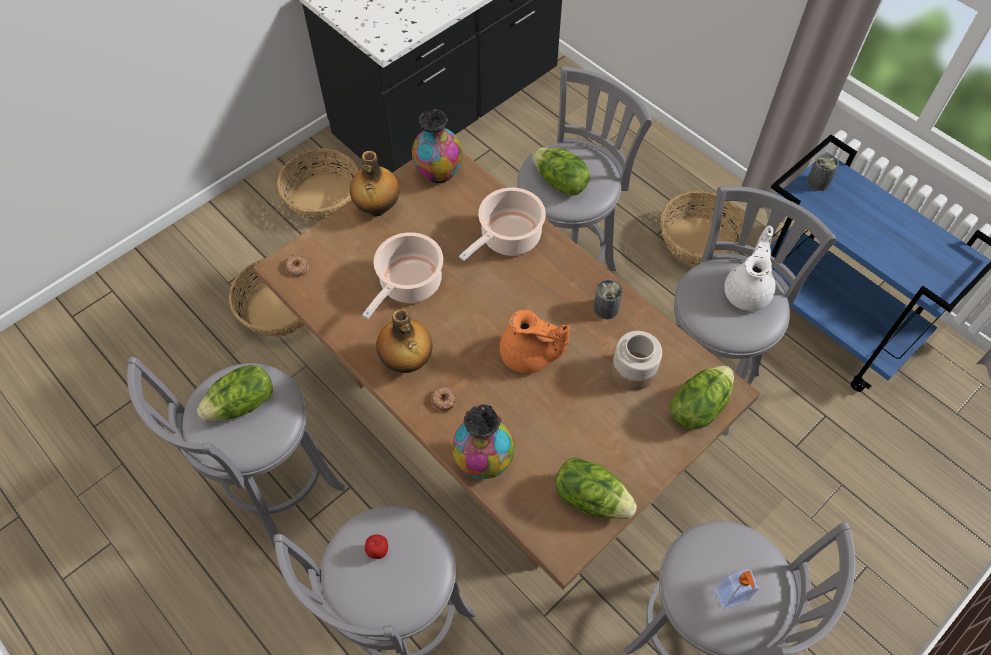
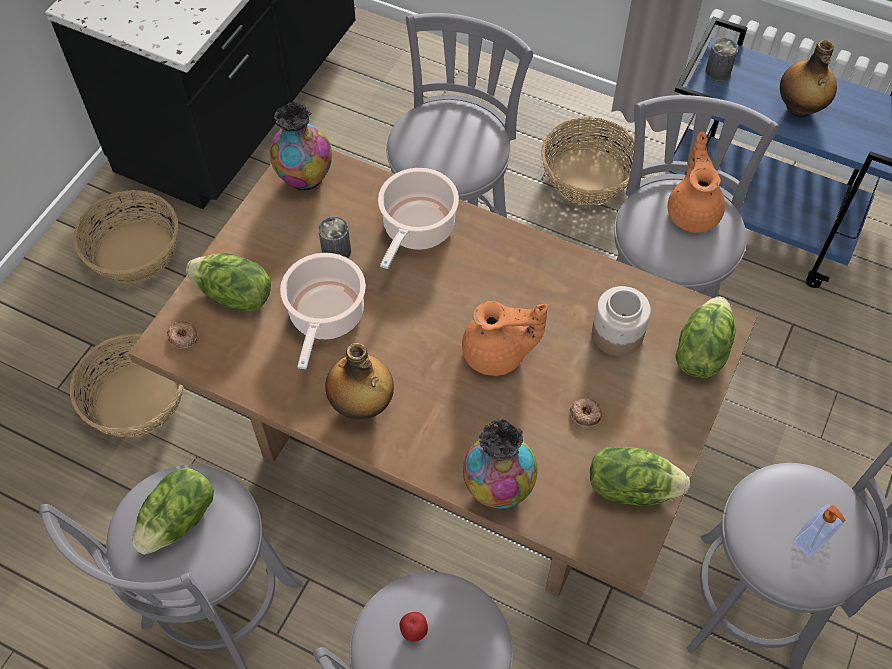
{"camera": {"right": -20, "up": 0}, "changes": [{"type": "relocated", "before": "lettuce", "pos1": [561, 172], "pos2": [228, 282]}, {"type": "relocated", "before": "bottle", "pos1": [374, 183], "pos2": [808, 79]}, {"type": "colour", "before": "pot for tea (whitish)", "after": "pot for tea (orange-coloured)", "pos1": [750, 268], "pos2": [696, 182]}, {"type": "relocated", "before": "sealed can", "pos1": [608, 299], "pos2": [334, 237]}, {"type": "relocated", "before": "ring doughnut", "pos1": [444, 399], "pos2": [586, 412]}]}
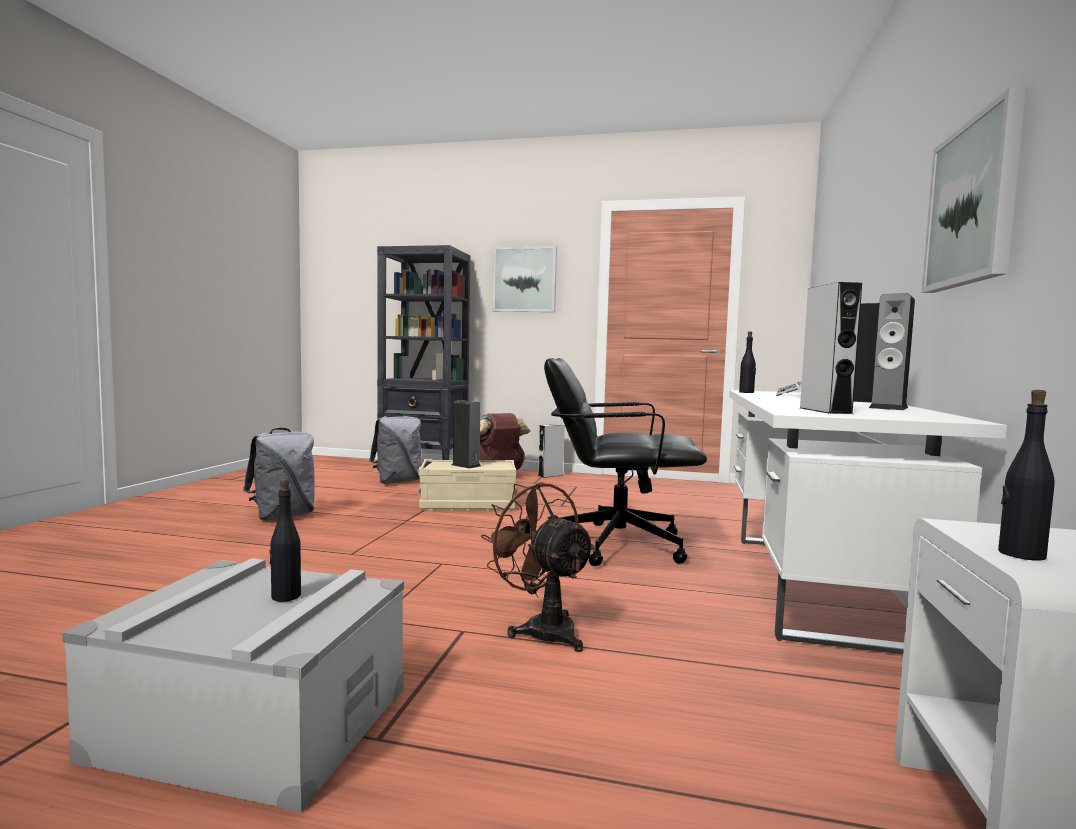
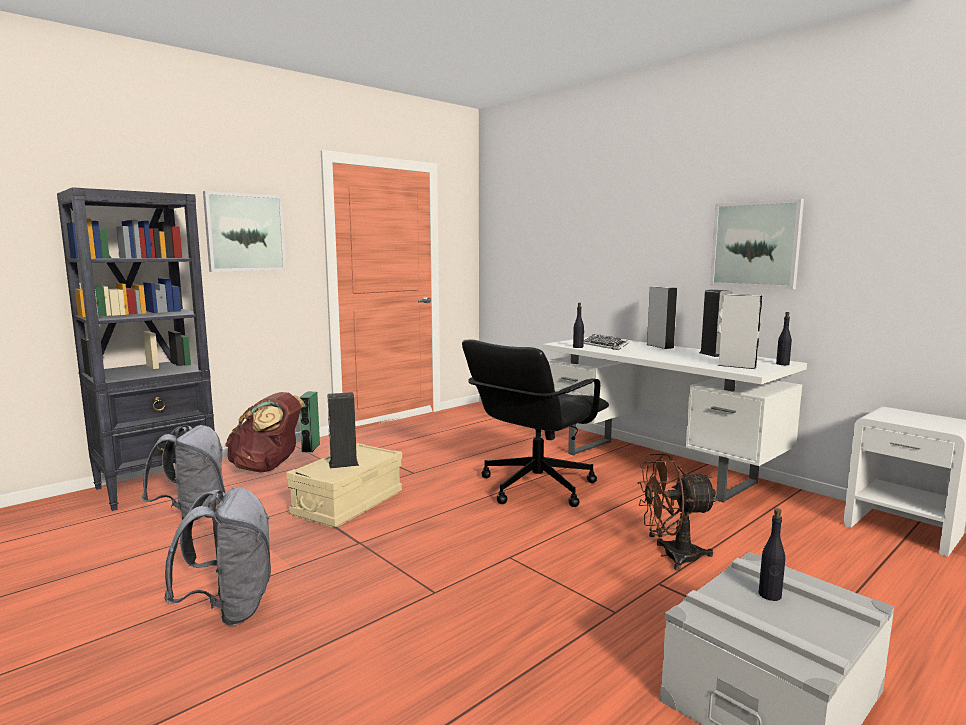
{"camera": {"right": -55, "up": 5}, "changes": [{"type": "relocated", "before": "bottle (black)", "pos1": [1026, 475], "pos2": [784, 338]}, {"type": "colour", "before": "speaker (greyish)", "after": "speaker (green)", "pos1": [551, 451], "pos2": [310, 422]}]}
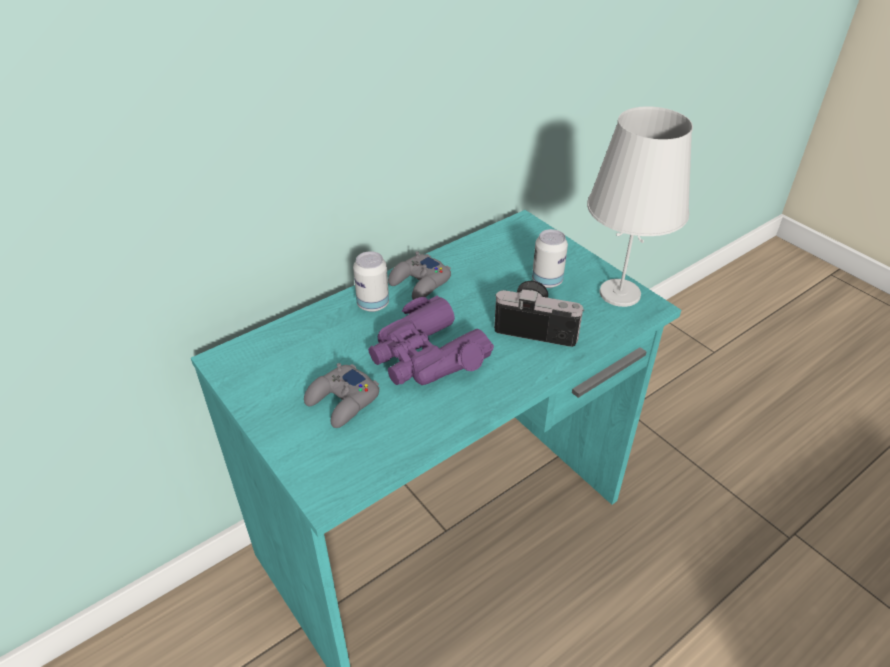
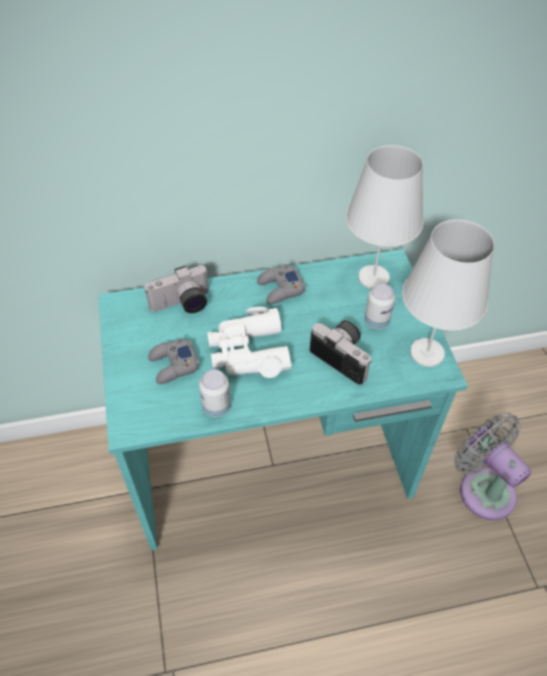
{"camera": {"right": 25, "up": 10}, "changes": [{"type": "relocated", "before": "sealed can", "pos1": [371, 281], "pos2": [215, 393]}, {"type": "colour", "before": "pair of binoculars (purple-coloured)", "after": "pair of binoculars (whitish)", "pos1": [431, 340], "pos2": [249, 342]}, {"type": "appeared", "after": "lamp for a table (whitish)", "pos2": [384, 217]}, {"type": "appeared", "after": "photo camera", "pos2": [176, 289]}, {"type": "appeared", "after": "cooling fan (greyish)", "pos2": [492, 466]}]}
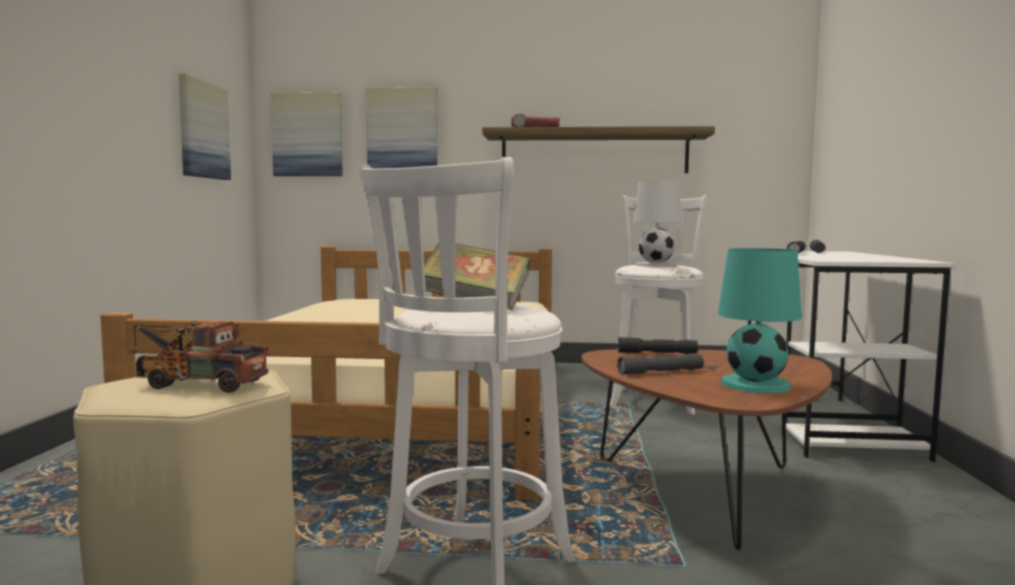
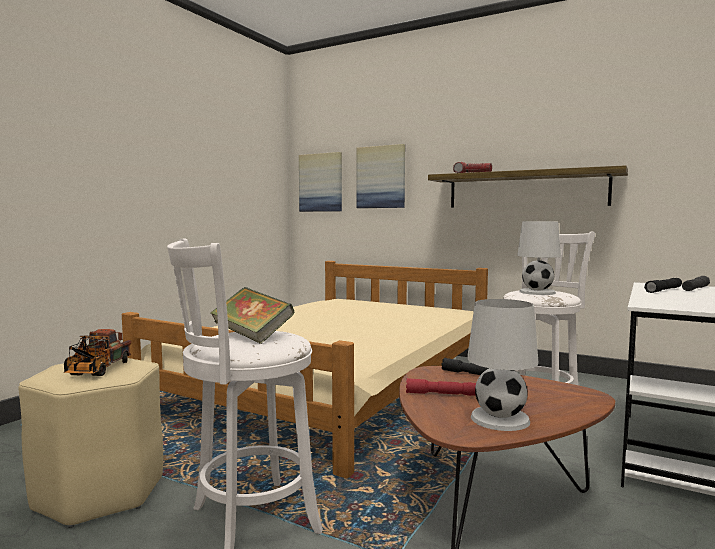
{"camera": {"right": 25, "up": 0}, "changes": [{"type": "missing", "before": "wall art", "pos1": [205, 126]}, {"type": "colour", "before": "lamp for a table (turquoise-coloured)", "after": "lamp for a table (whitish)", "pos1": [760, 320], "pos2": [503, 365]}, {"type": "spun", "before": "toy truck", "pos1": [200, 357], "pos2": [97, 352], "turn": -120}, {"type": "colour", "before": "flashlight (greyish)", "after": "flashlight (red-coloured)", "pos1": [660, 364], "pos2": [441, 387]}]}
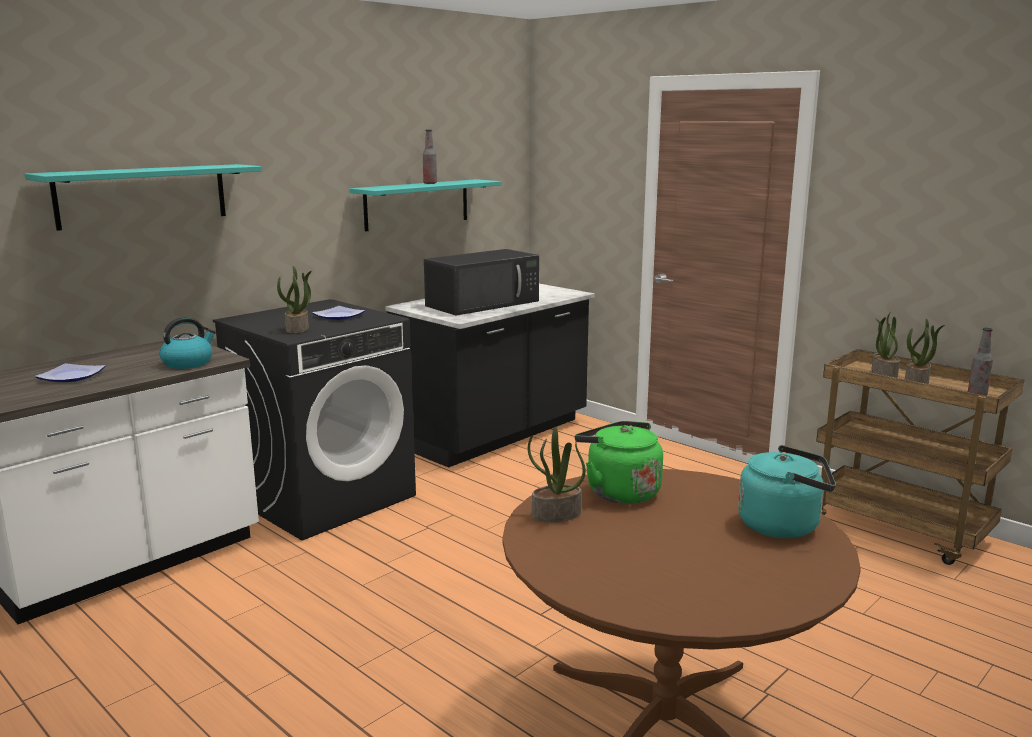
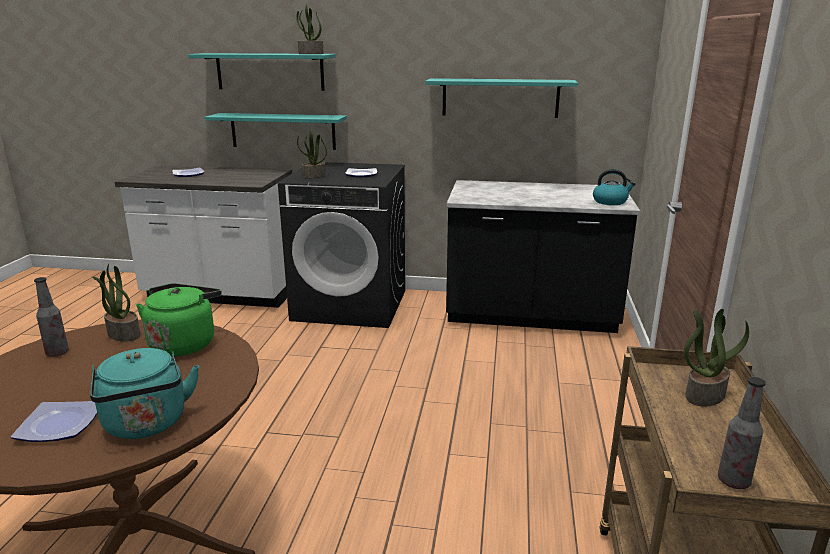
{"camera": {"right": 55, "up": 5}, "changes": [{"type": "relocated", "before": "bottle", "pos1": [430, 156], "pos2": [51, 317]}, {"type": "missing", "before": "microwave (black)", "pos1": [481, 282]}, {"type": "relocated", "before": "tea kettle", "pos1": [188, 343], "pos2": [614, 187]}, {"type": "relocated", "before": "plant in a pot", "pos1": [925, 351], "pos2": [310, 29]}, {"type": "appeared", "after": "bracket shelf (turquoise-coloured)", "pos2": [275, 131]}, {"type": "appeared", "after": "dinner plate", "pos2": [54, 421]}]}
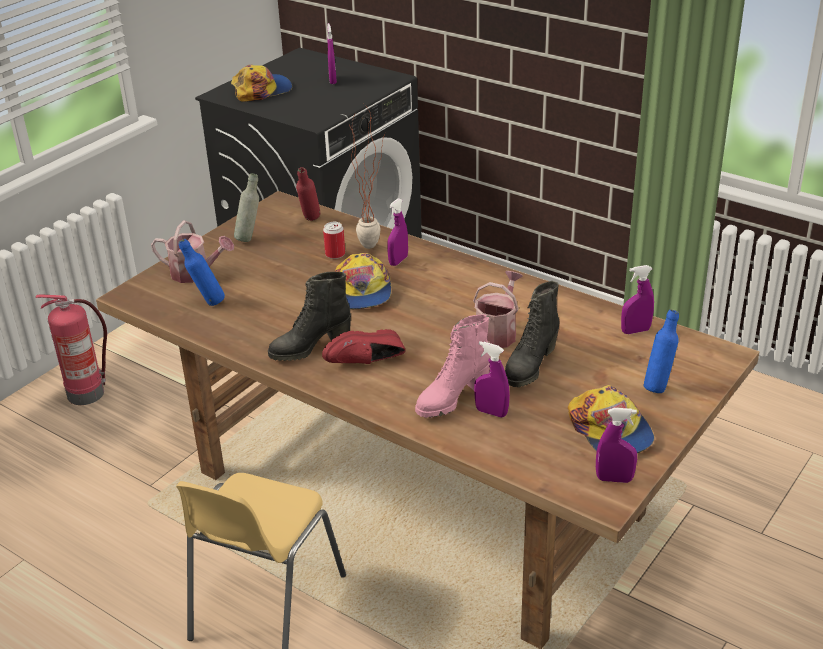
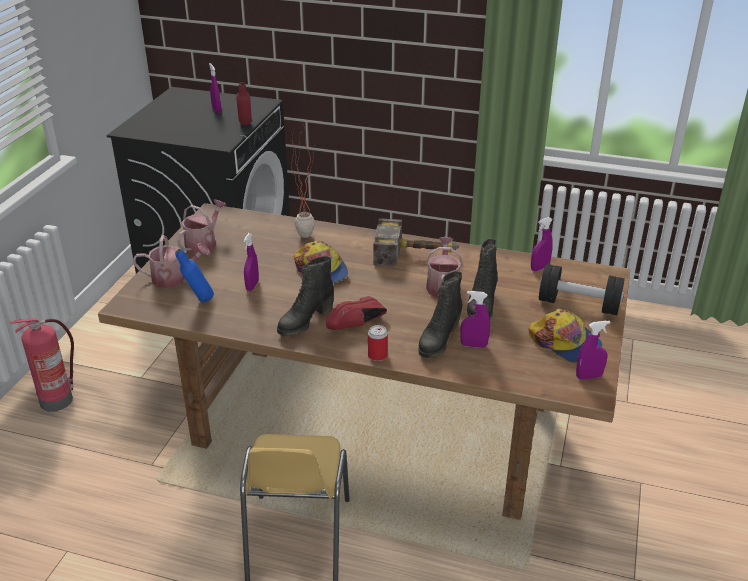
{"camera": {"right": -20, "up": 0}, "changes": [{"type": "missing", "before": "cap", "pos1": [261, 83]}, {"type": "relocated", "before": "bottle (red-coloured)", "pos1": [308, 194], "pos2": [244, 103]}, {"type": "exchanged", "before": "bottle (greyish)", "after": "sprinkling can", "pos1": [246, 207], "pos2": [201, 226]}, {"type": "relocated", "before": "hand sprayer (purple-coloured)", "pos1": [397, 232], "pos2": [251, 262]}, {"type": "relocated", "before": "sealed can", "pos1": [334, 240], "pos2": [378, 343]}, {"type": "exchanged", "before": "bottle (bluish)", "after": "dumbbell (black)", "pos1": [661, 351], "pos2": [582, 289]}, {"type": "colour", "before": "tall boot (pinkish)", "after": "tall boot (black)", "pos1": [453, 366], "pos2": [440, 314]}, {"type": "appeared", "after": "tool hammer", "pos2": [416, 242]}]}
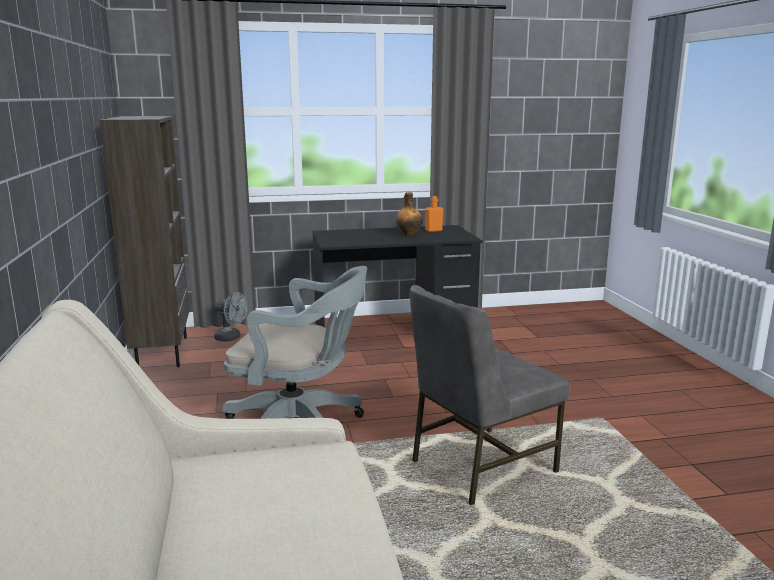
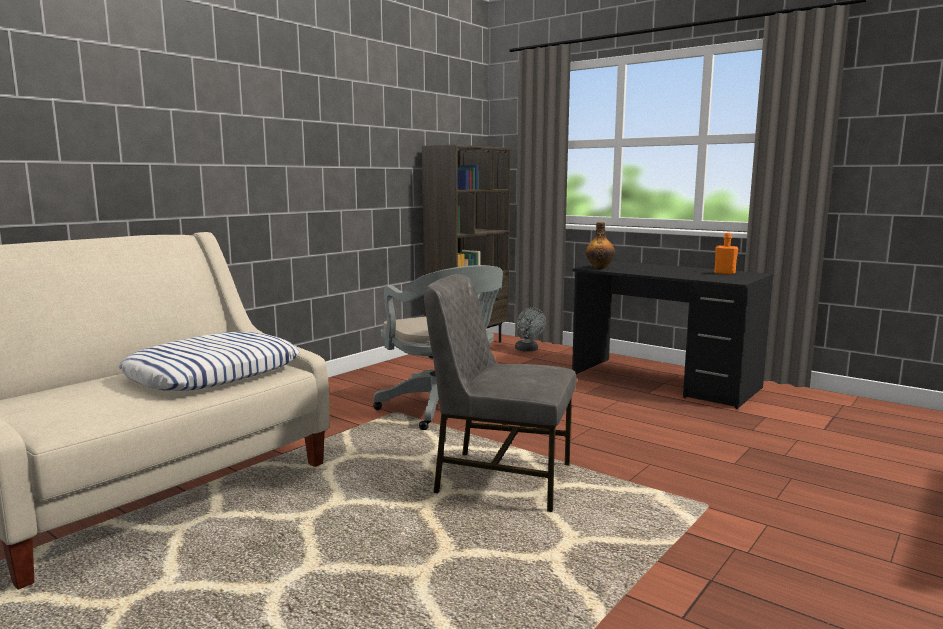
{"camera": {"right": 50, "up": -5}, "changes": [{"type": "relocated", "before": "bottle", "pos1": [409, 214], "pos2": [600, 246]}, {"type": "appeared", "after": "cushion", "pos2": [209, 361]}]}
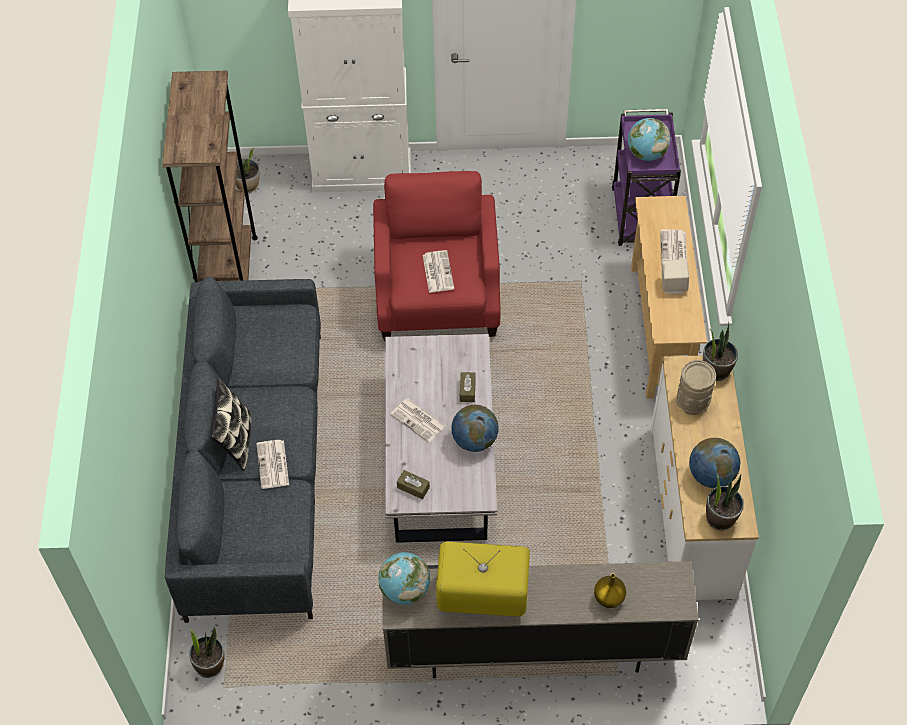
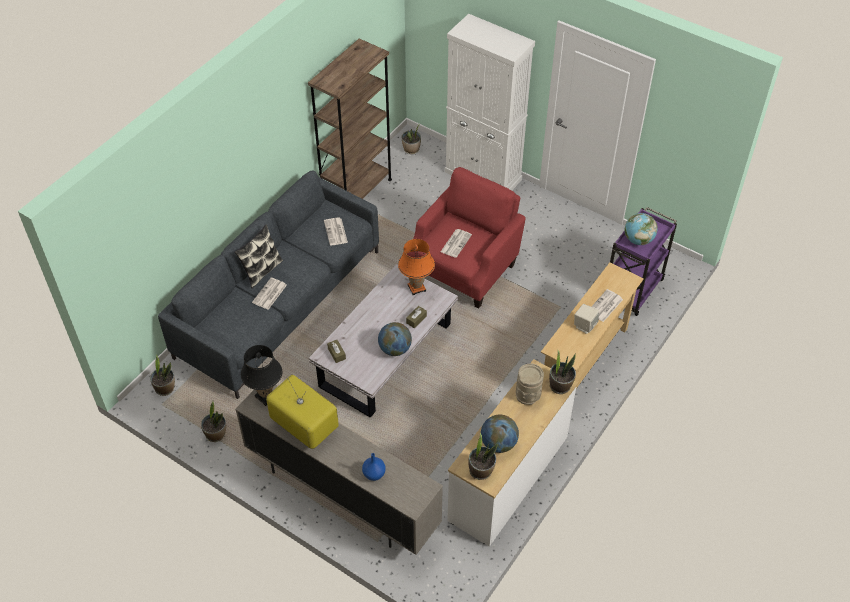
{"camera": {"right": 35, "up": -5}, "changes": [{"type": "relocated", "before": "printed paper", "pos1": [418, 420], "pos2": [336, 231]}, {"type": "exchanged", "before": "globe", "after": "lamp for a table (black)", "pos1": [404, 578], "pos2": [261, 375]}, {"type": "colour", "before": "decorative vase (yellow-coloured)", "after": "decorative vase (bluish)", "pos1": [610, 590], "pos2": [374, 467]}, {"type": "appeared", "after": "lamp for a table (orange-coloured)", "pos2": [416, 267]}, {"type": "appeared", "after": "plant in a pot", "pos2": [213, 421]}]}
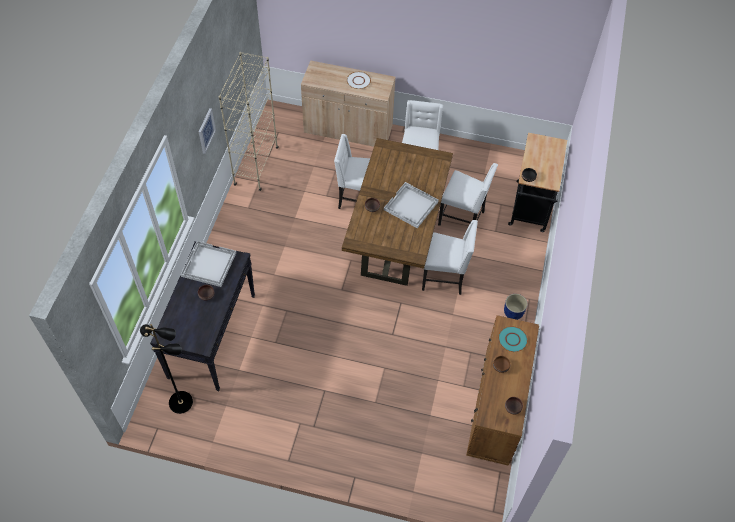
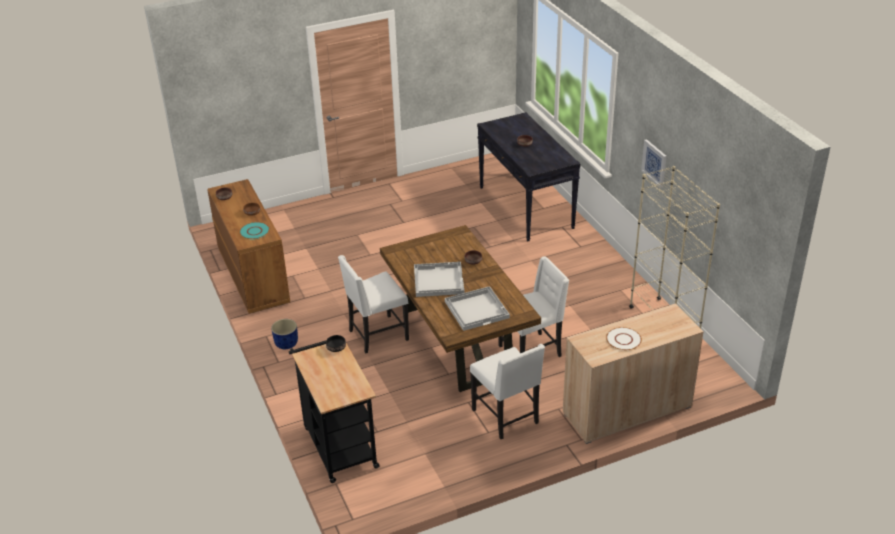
{"camera": {"right": 145, "up": -20}, "changes": [{"type": "missing", "before": "plain chair (whitish)", "pos1": [468, 194]}, {"type": "relocated", "before": "serving tray (whitish)", "pos1": [208, 264], "pos2": [477, 308]}, {"type": "missing", "before": "floor lamp (black)", "pos1": [166, 369]}]}
